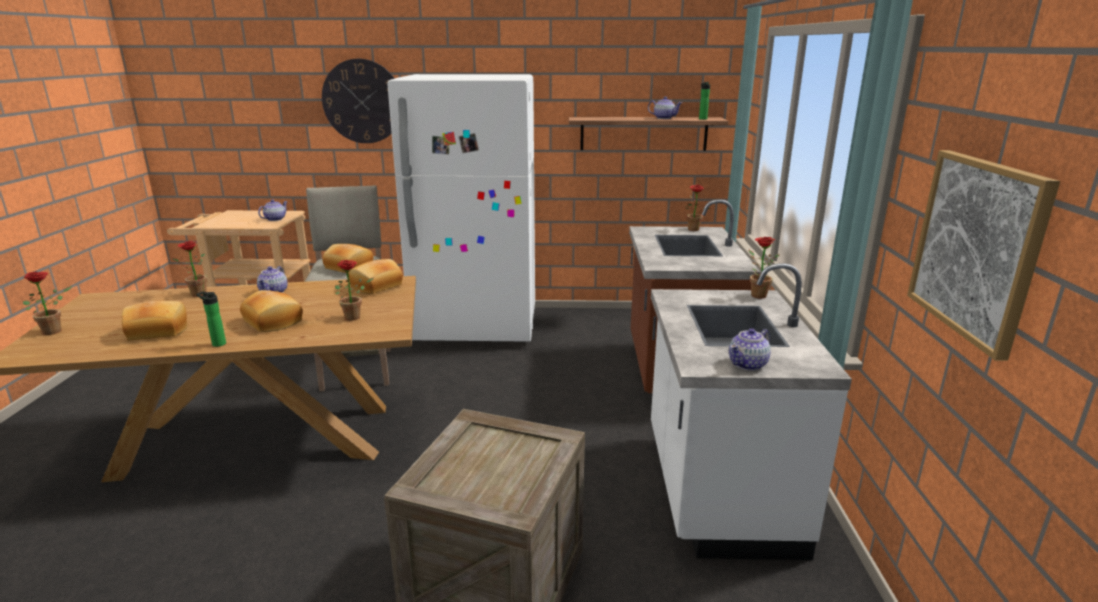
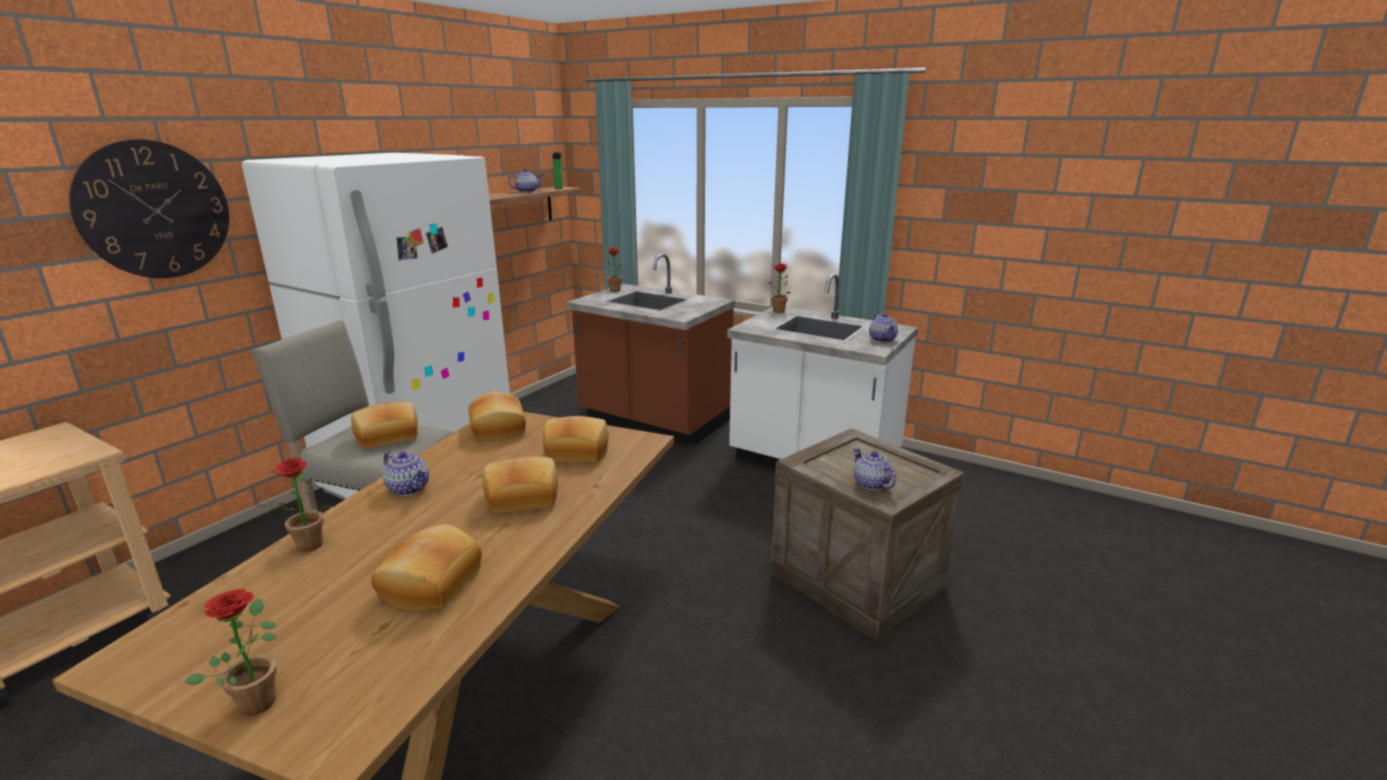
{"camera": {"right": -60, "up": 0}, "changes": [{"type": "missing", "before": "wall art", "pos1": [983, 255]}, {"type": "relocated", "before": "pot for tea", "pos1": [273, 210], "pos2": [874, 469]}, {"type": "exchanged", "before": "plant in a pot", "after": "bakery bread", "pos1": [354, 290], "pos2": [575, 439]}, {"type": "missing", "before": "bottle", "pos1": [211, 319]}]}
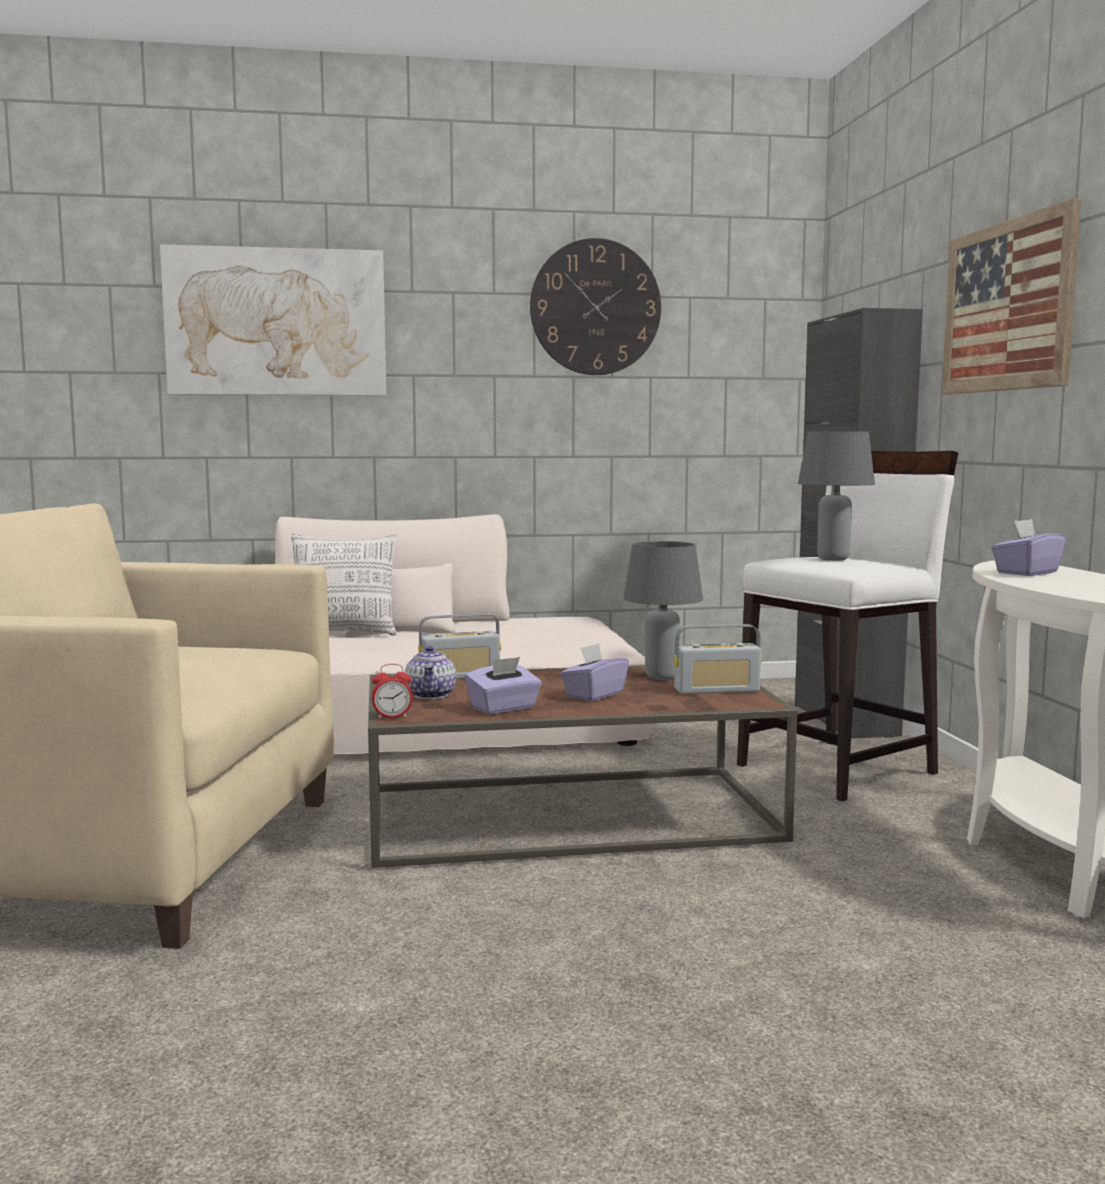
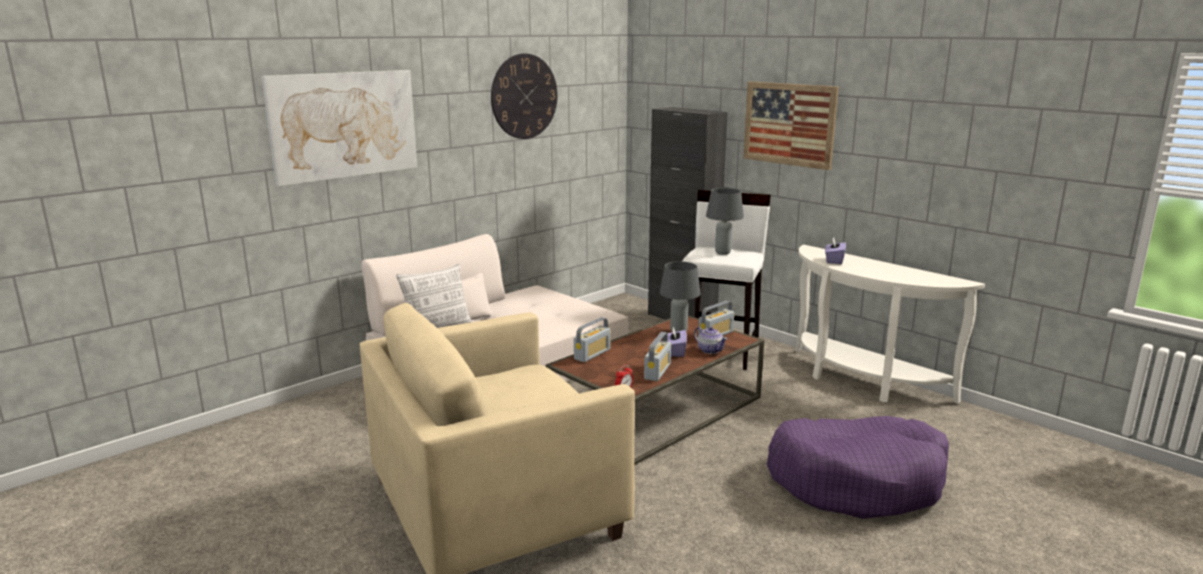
{"camera": {"right": -35, "up": 10}, "changes": [{"type": "relocated", "before": "pot for tea", "pos1": [430, 672], "pos2": [711, 340]}, {"type": "exchanged", "before": "box of tissues (purple-coloured)", "after": "radio", "pos1": [503, 685], "pos2": [657, 356]}, {"type": "appeared", "after": "pet bed (purple-coloured)", "pos2": [858, 467]}]}
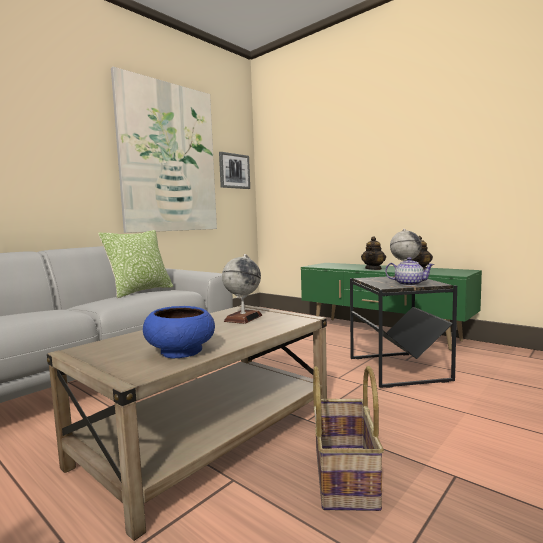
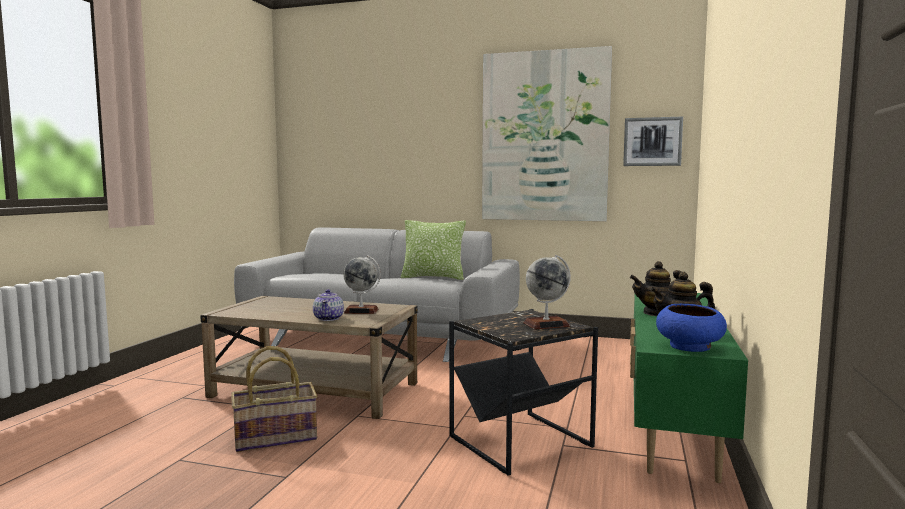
{"camera": {"right": 65, "up": 0}, "changes": [{"type": "relocated", "before": "pot for tea", "pos1": [410, 271], "pos2": [328, 305]}, {"type": "relocated", "before": "deep dish (bluish)", "pos1": [179, 332], "pos2": [691, 328]}]}
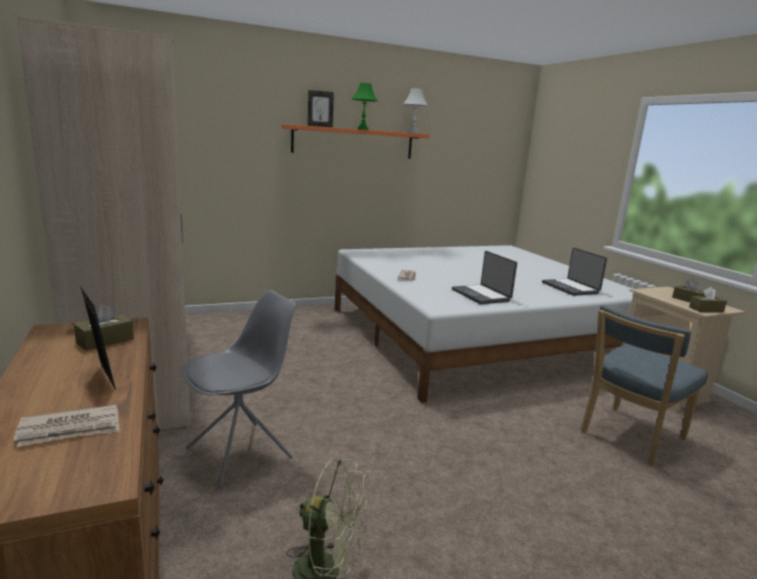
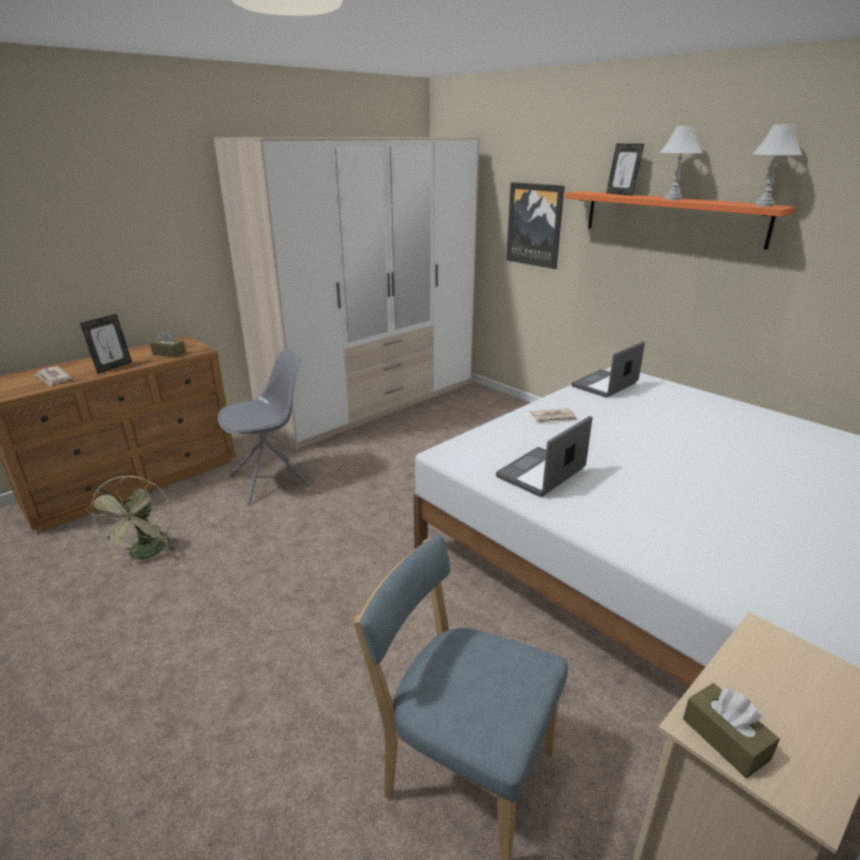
{"camera": {"right": 70, "up": 10}, "changes": [{"type": "colour", "before": "lamp for a table (green)", "after": "lamp for a table (whitish)", "pos1": [365, 106], "pos2": [681, 162]}, {"type": "relocated", "before": "portable computer", "pos1": [574, 272], "pos2": [608, 369]}, {"type": "missing", "before": "box of tissues (brownish)", "pos1": [688, 290]}, {"type": "spun", "before": "plain chair (greyish)", "pos1": [239, 389], "pos2": [264, 426], "turn": -60}, {"type": "appeared", "after": "wall art", "pos2": [535, 225]}]}
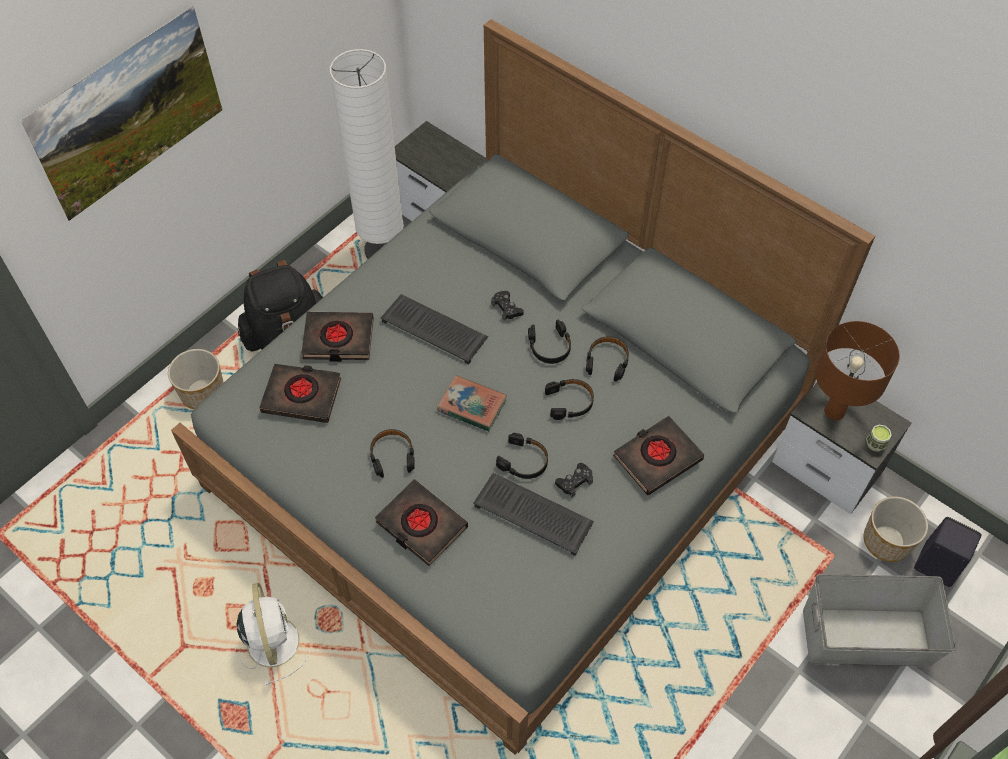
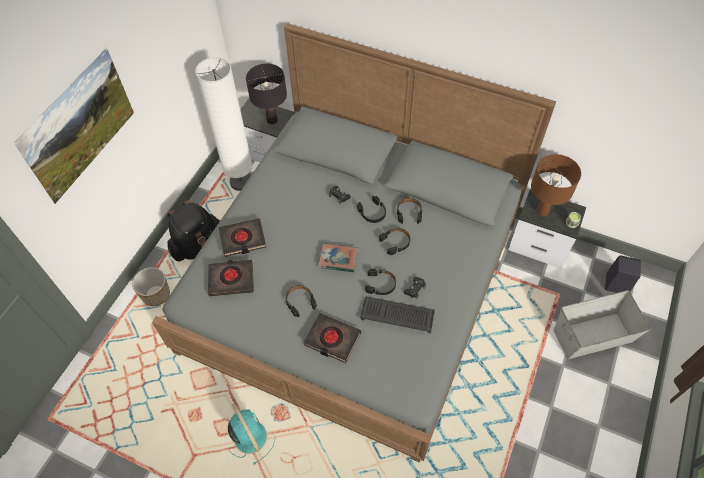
{"camera": {"right": -15, "up": 0}, "changes": [{"type": "missing", "before": "computer keyboard", "pos1": [434, 329]}, {"type": "missing", "before": "book (black)", "pos1": [658, 455]}, {"type": "missing", "before": "plant pot", "pos1": [896, 529]}, {"type": "colour", "before": "cooling fan (whitish)", "after": "cooling fan (turquoise-coloured)", "pos1": [272, 634], "pos2": [251, 434]}, {"type": "appeared", "after": "lamp for a table (black)", "pos2": [266, 94]}]}
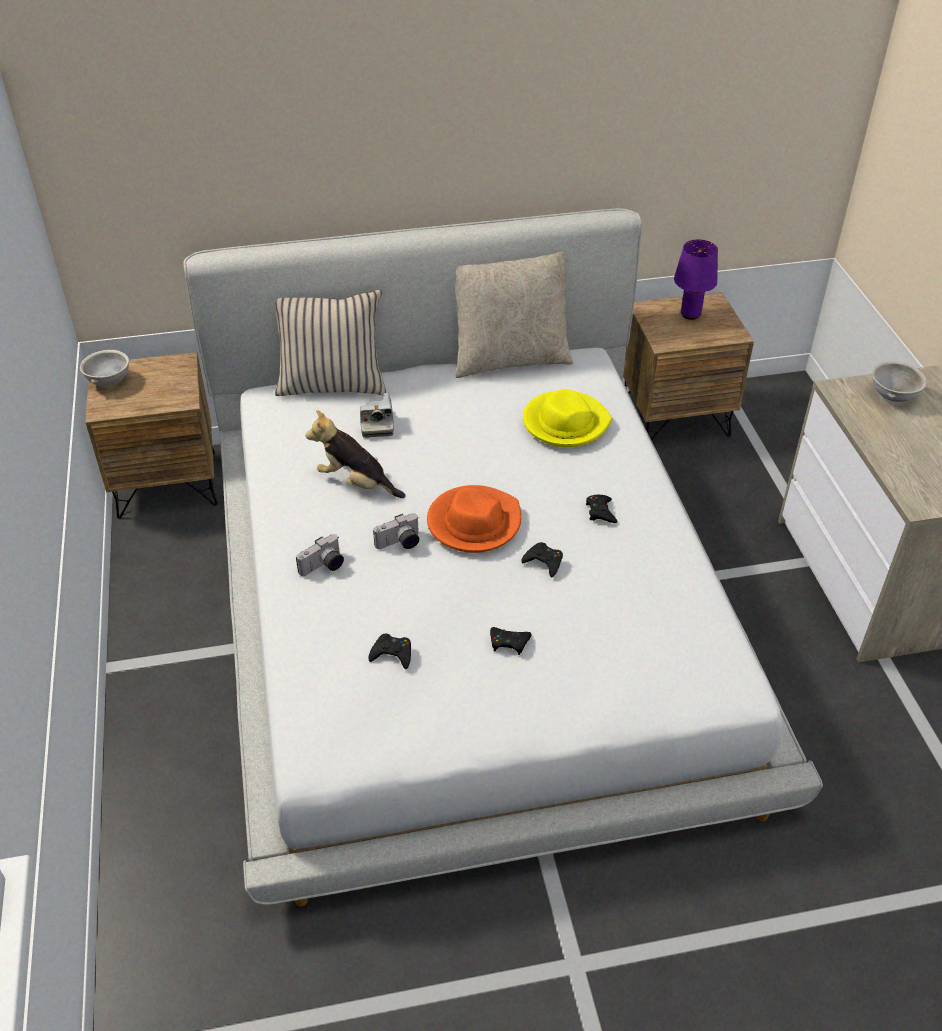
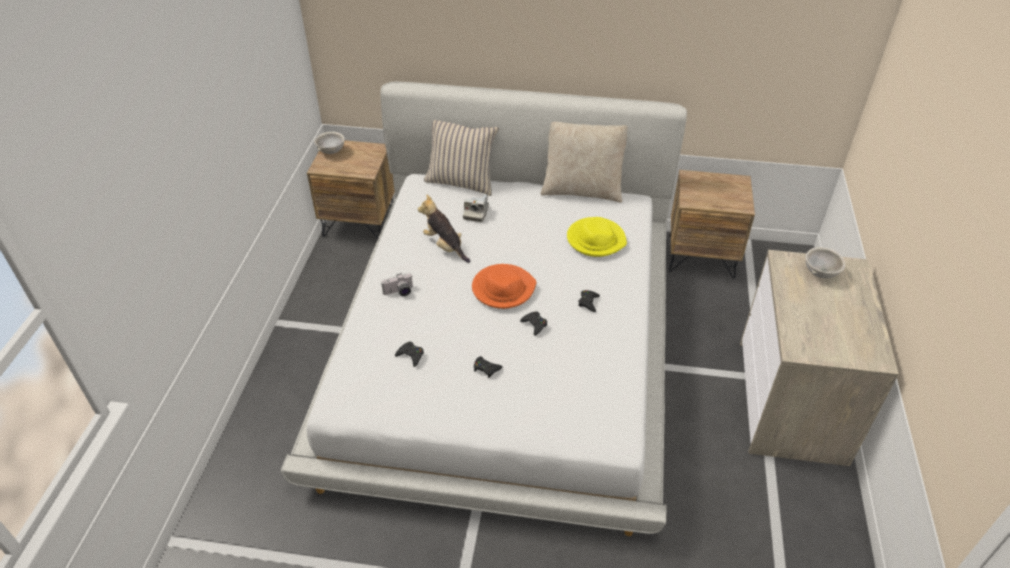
{"camera": {"right": 20, "up": 0}, "changes": [{"type": "missing", "before": "lamp for a table (purple-coloured)", "pos1": [696, 280]}, {"type": "missing", "before": "photo camera", "pos1": [396, 531]}]}
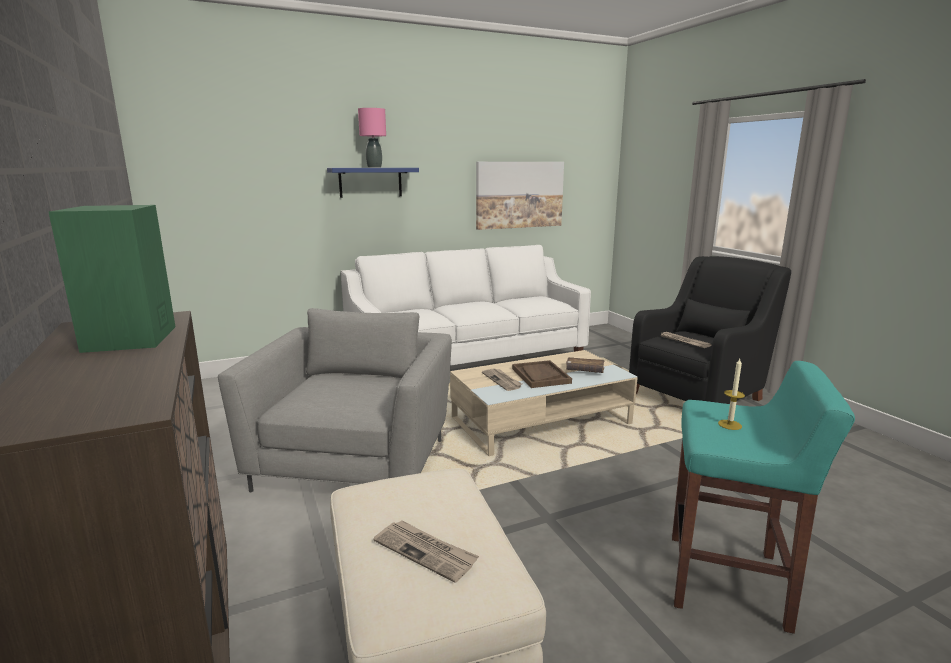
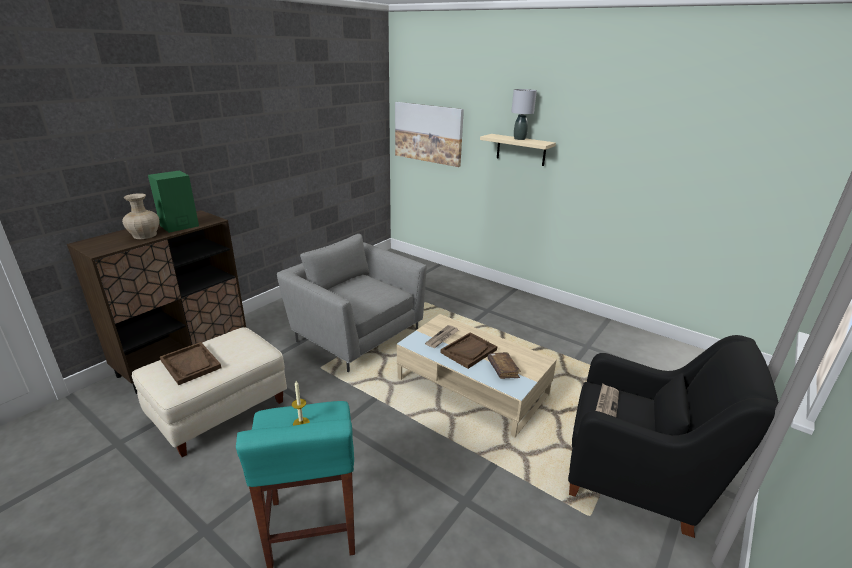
{"camera": {"right": 60, "up": 10}, "changes": [{"type": "colour", "before": "lamp for a table (pinkish)", "after": "lamp for a table (greyish)", "pos1": [372, 138], "pos2": [524, 114]}, {"type": "relocated", "before": "wall art", "pos1": [520, 196], "pos2": [429, 134]}, {"type": "colour", "before": "bracket shelf (bluish)", "after": "bracket shelf (sand-coloured)", "pos1": [373, 183], "pos2": [518, 150]}, {"type": "missing", "before": "sofa (whitish)", "pos1": [465, 305]}, {"type": "spun", "before": "lounge chair (greyish)", "pos1": [335, 400], "pos2": [352, 303], "turn": -120}, {"type": "exchanged", "before": "printed paper", "after": "serving tray (brownish)", "pos1": [426, 551], "pos2": [190, 363]}, {"type": "appeared", "after": "decorative vase (sand-coloured)", "pos2": [141, 216]}]}
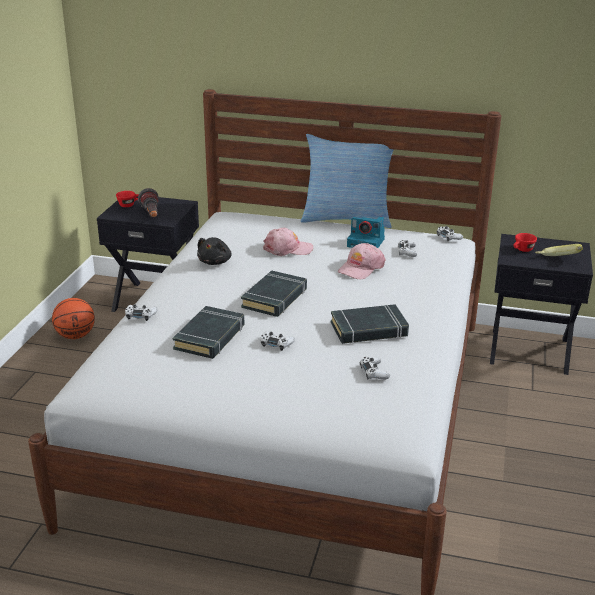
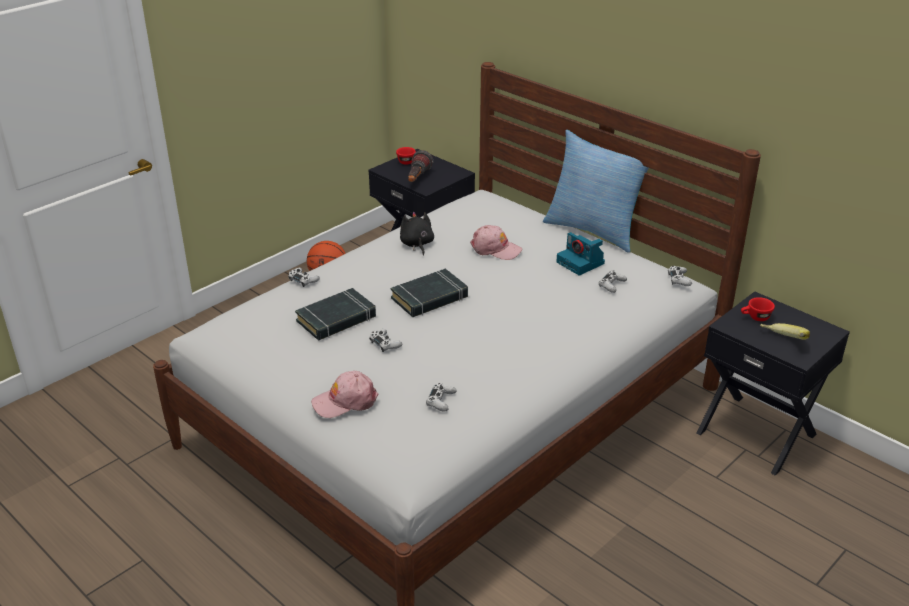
{"camera": {"right": 30, "up": 5}, "changes": [{"type": "spun", "before": "plush toy (black)", "pos1": [214, 251], "pos2": [417, 234], "turn": 120}, {"type": "relocated", "before": "cap (pinkish)", "pos1": [362, 261], "pos2": [345, 394]}, {"type": "missing", "before": "book (black)", "pos1": [370, 324]}]}
